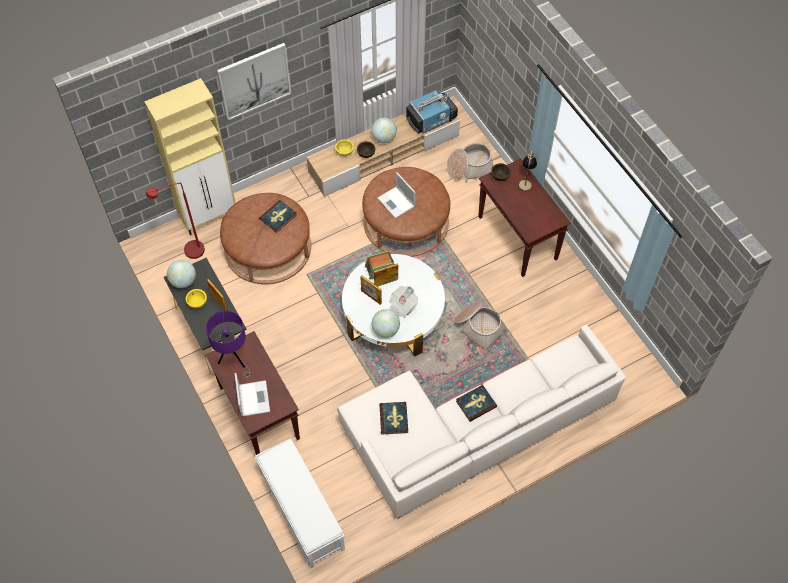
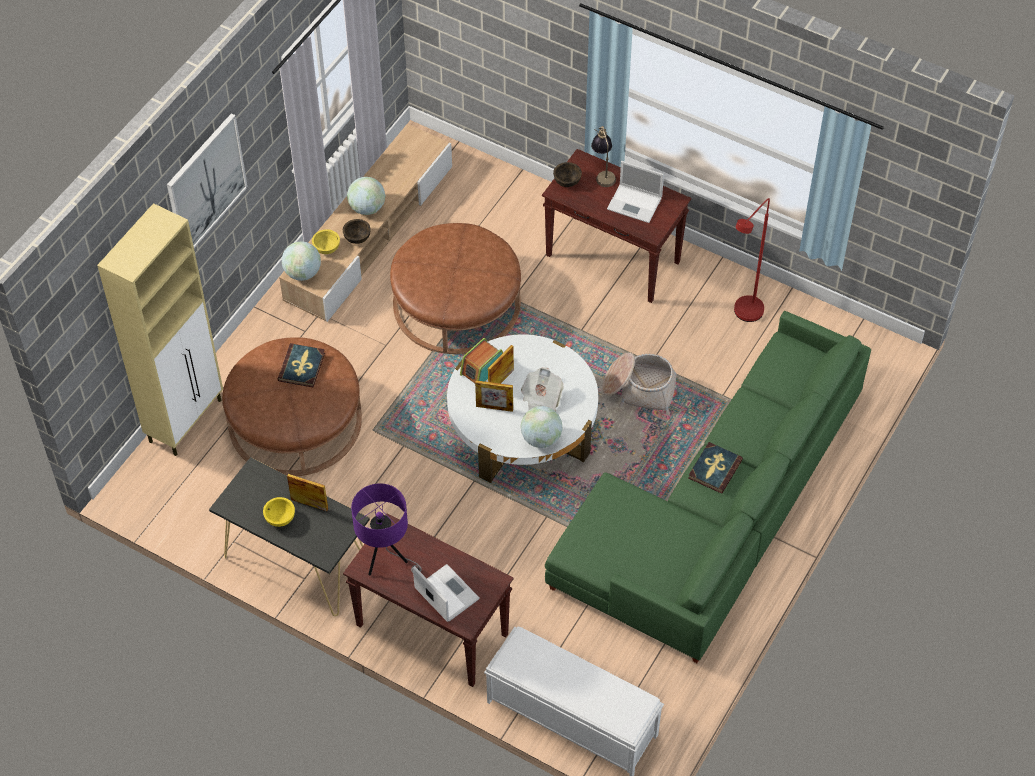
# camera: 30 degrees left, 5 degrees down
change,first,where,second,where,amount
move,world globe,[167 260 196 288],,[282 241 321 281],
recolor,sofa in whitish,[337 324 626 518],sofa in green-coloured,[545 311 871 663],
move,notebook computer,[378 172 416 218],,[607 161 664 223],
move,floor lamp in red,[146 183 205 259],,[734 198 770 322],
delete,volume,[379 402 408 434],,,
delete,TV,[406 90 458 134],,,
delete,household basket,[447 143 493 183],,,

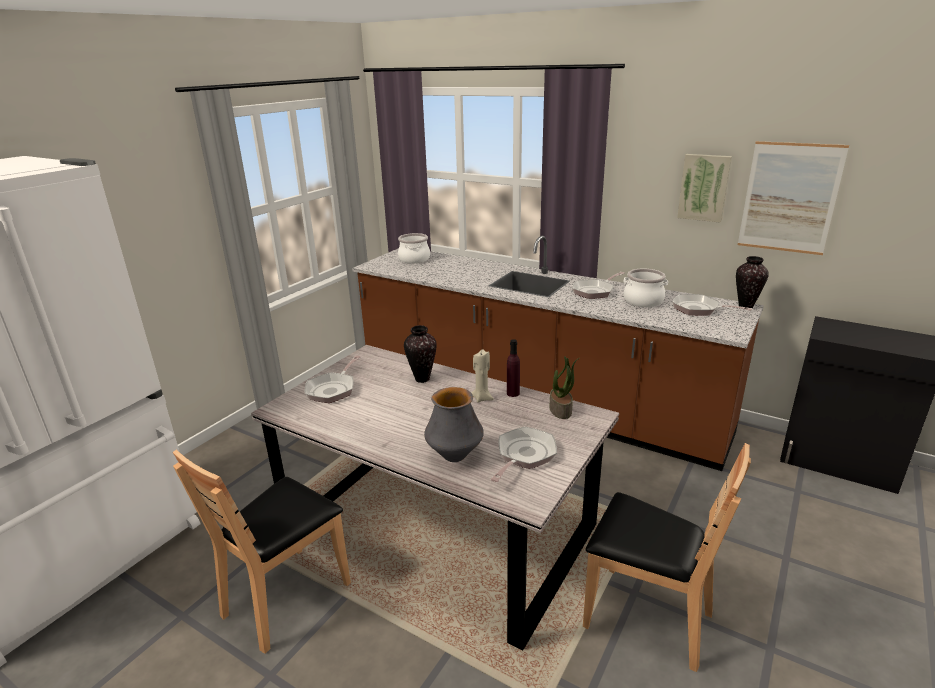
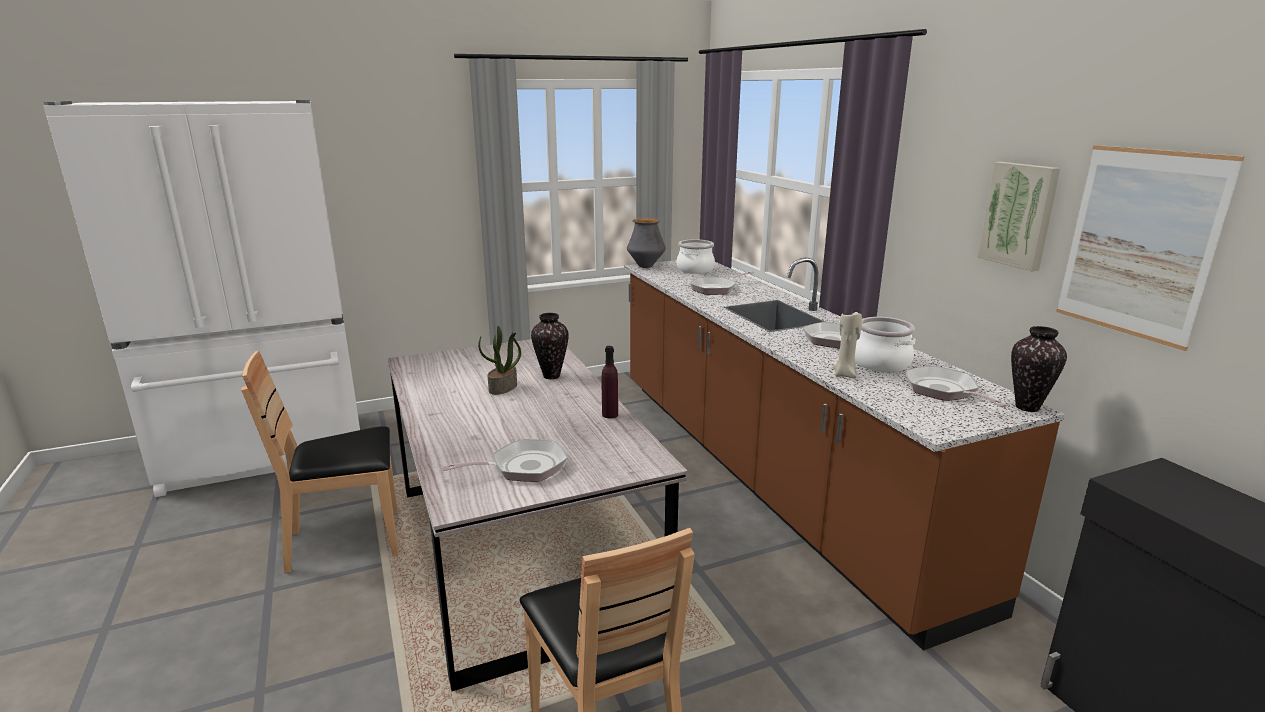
# camera: 35 degrees right, 5 degrees down
change,first,where,second,where,amount
move,potted plant,[550 356 579 419],,[478 326 521 395],
move,flower vase,[424 387 484 462],,[627 218 666 268],
move,skillet,[304 355 361 403],,[690 271 754 295],
move,wax light in beige,[471 349 494 403],,[833 312 862 378],

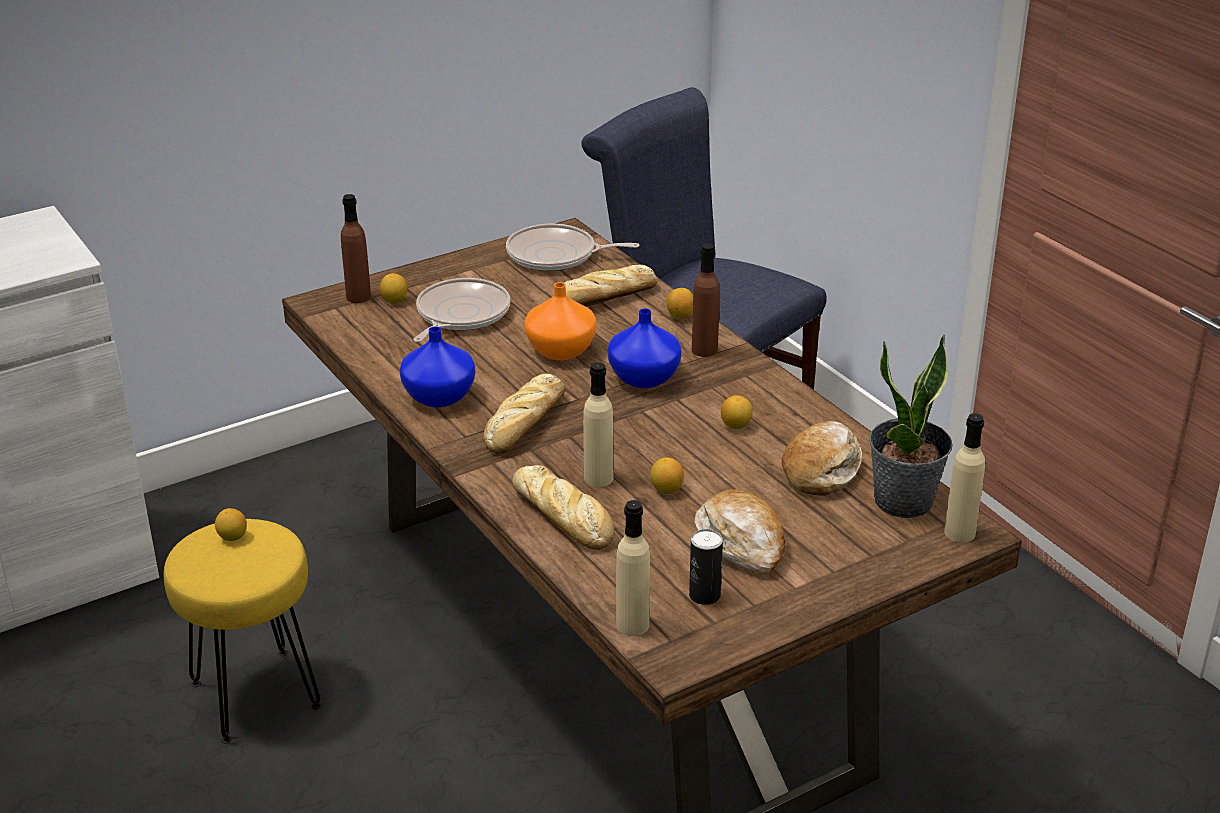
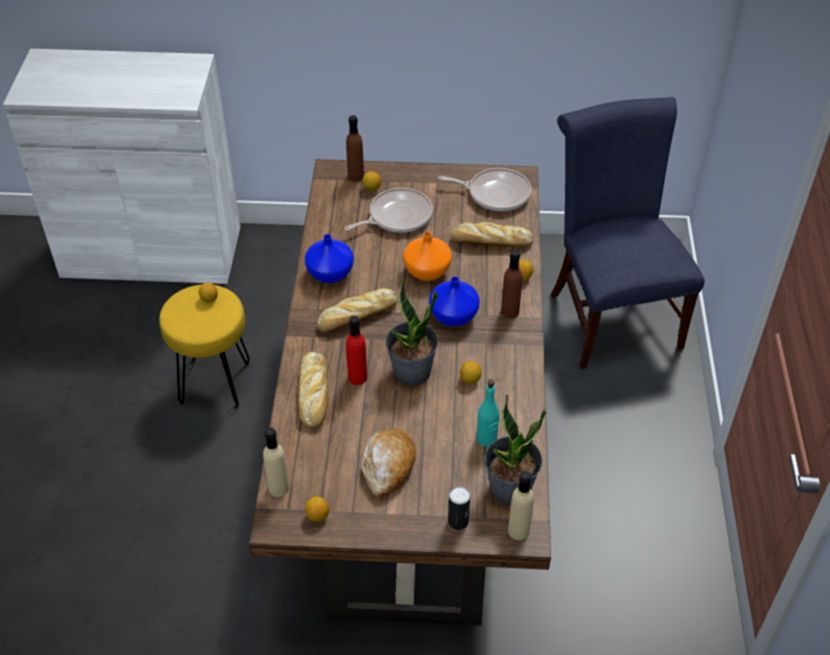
# camera: 35 degrees right, 15 degrees up
change,first,where,second,where,amount
move,citrus fruit,[650 457 684 494],,[305 496 329 522],
recolor,beverage bottle in beige,[583 362 613 487],beverage bottle in red,[346 316 367 385],
insert,,,potted plant,[385 279 438 386],
rotate,skillet,[506 224 640 271],,[439 168 531 211],150 degrees clockwise
move,can,[689 529 723 605],,[448 486 470 530],
replace,bakery bread,[782 421 862 496],beverage bottle in turquoise-coloured,[476 379 499 447],

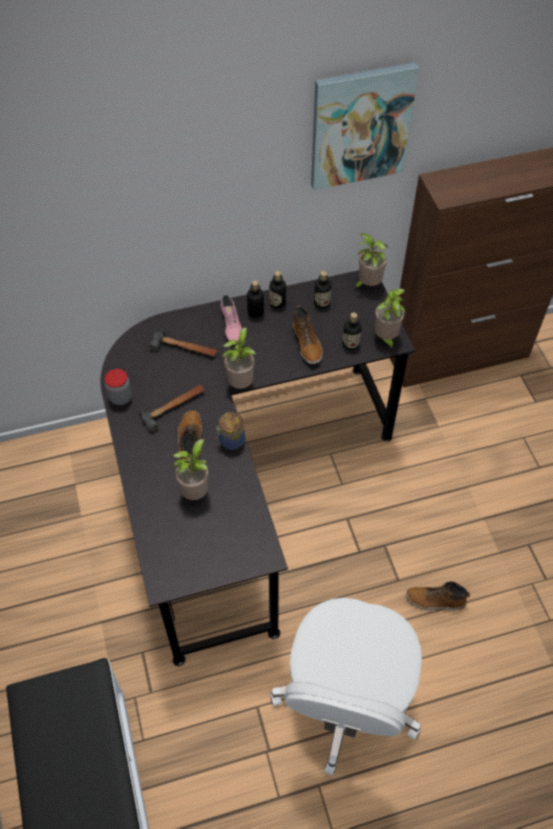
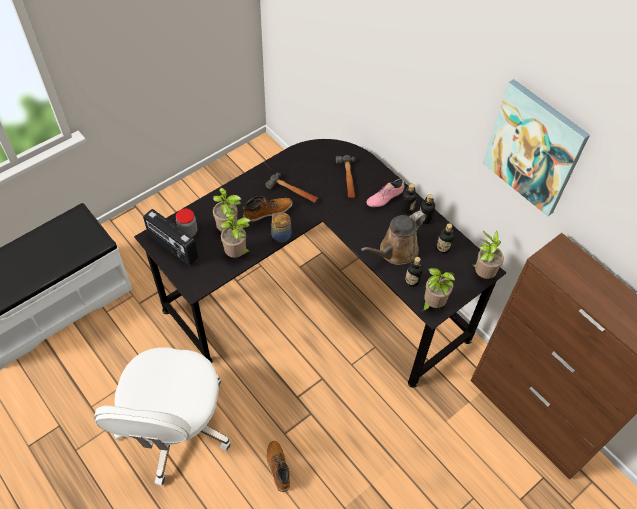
# camera: 65 degrees right, 0 degrees up
change,first,where,second,where,amount
rotate,desk chair in whitish,[270 598 422 776],,[94 347 231 486],75 degrees counterclockwise
insert,,,radio receiver,[143 209 198 266],
move,jar,[105 369 132 405],,[176 209 197 237],
move,potted plant,[223 327 256 389],,[220 213 251 258],
replace,high-top boot,[293 306 323 364],watering pot in brown,[361 211 426 265],

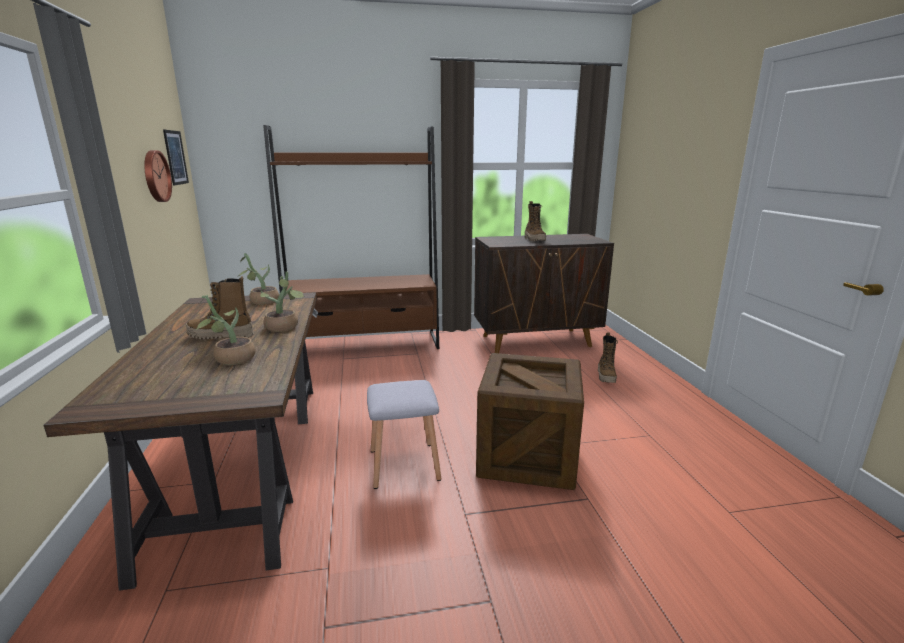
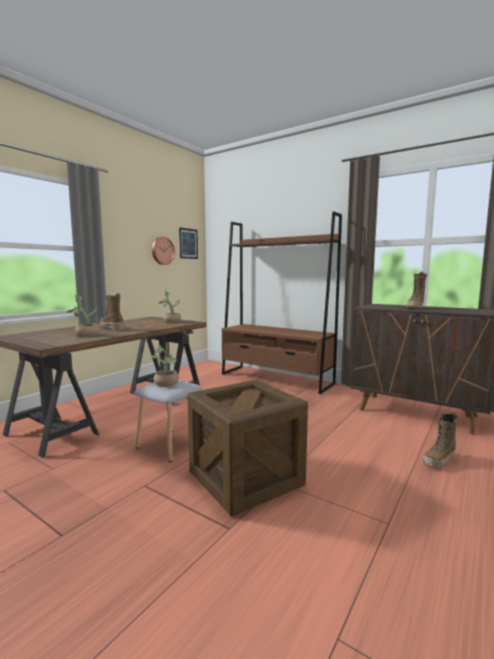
# camera: 45 degrees right, 10 degrees down
change,first,where,second,where,amount
move,potted plant,[260 272 305 332],,[151 342 179 387],

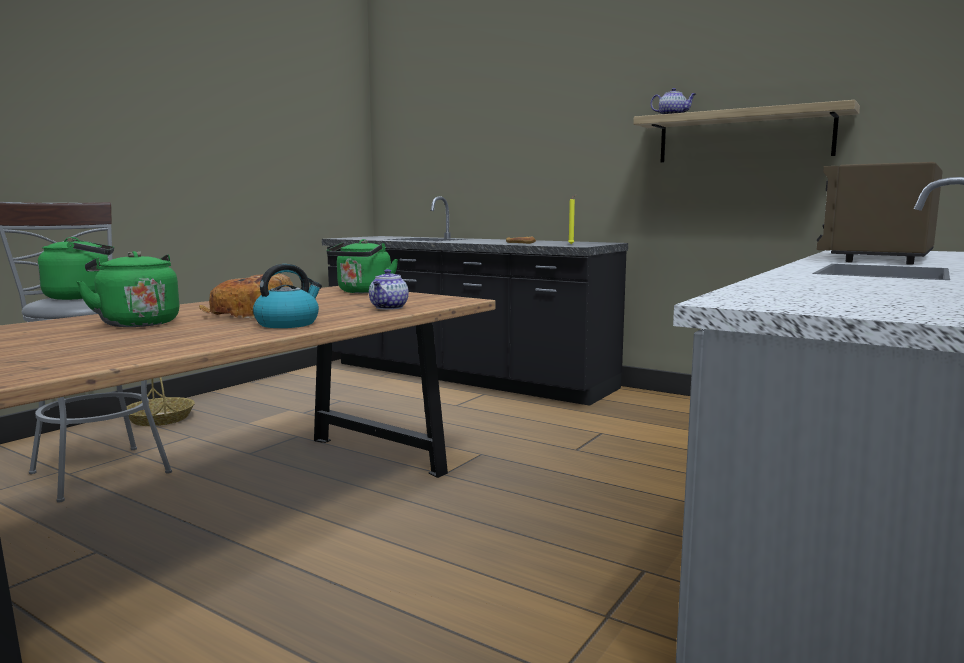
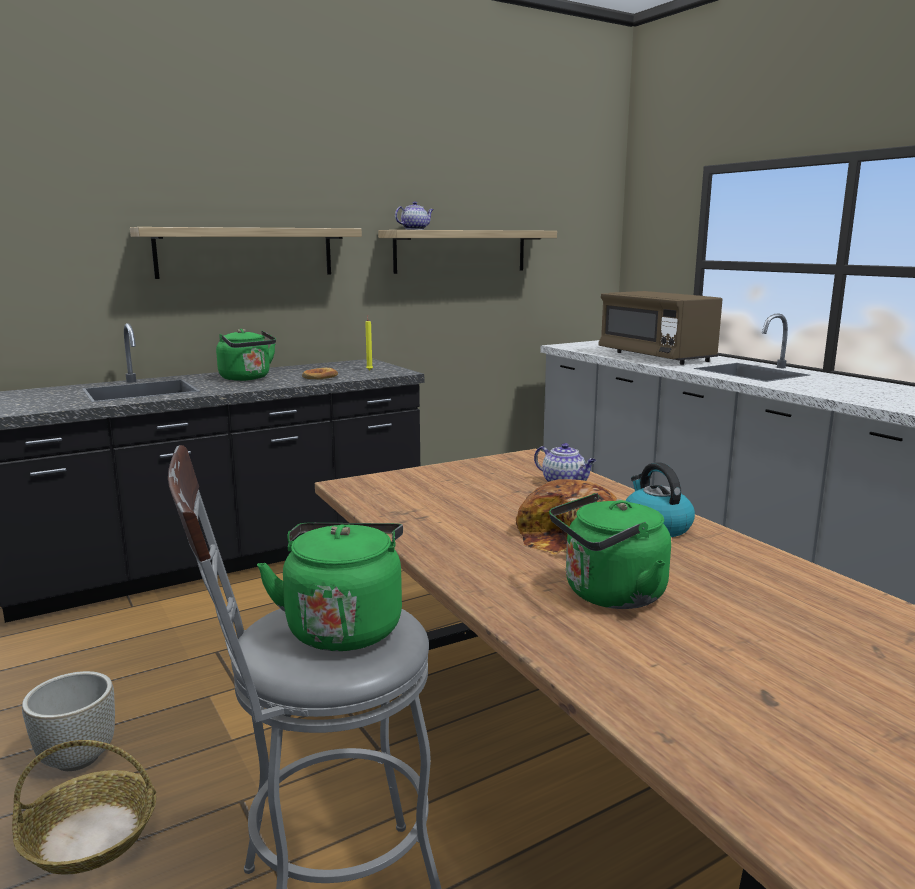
# camera: 65 degrees left, 5 degrees up
change,first,where,second,where,amount
insert,,,flower pot in gray,[22 671 115 771],
insert,,,wall shelf,[130 227 362 279],
move,tea kettle in green-coloured,[326 239 398 293],,[216 329 276 381],

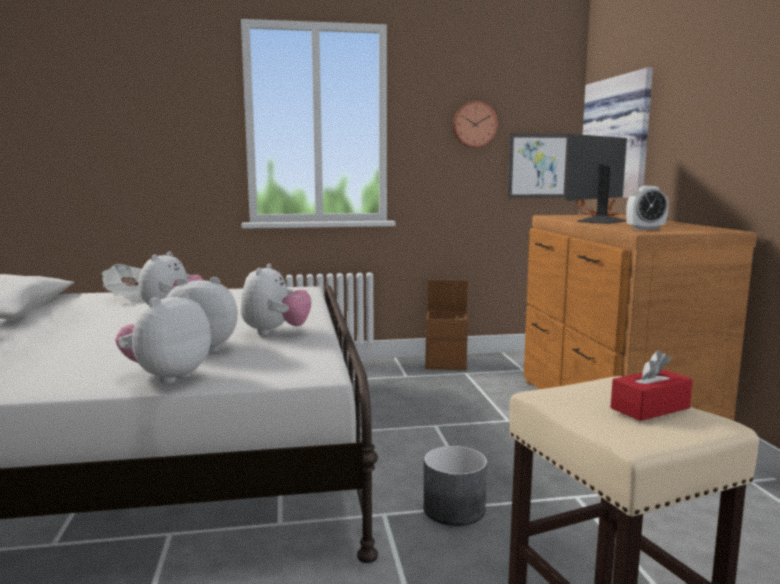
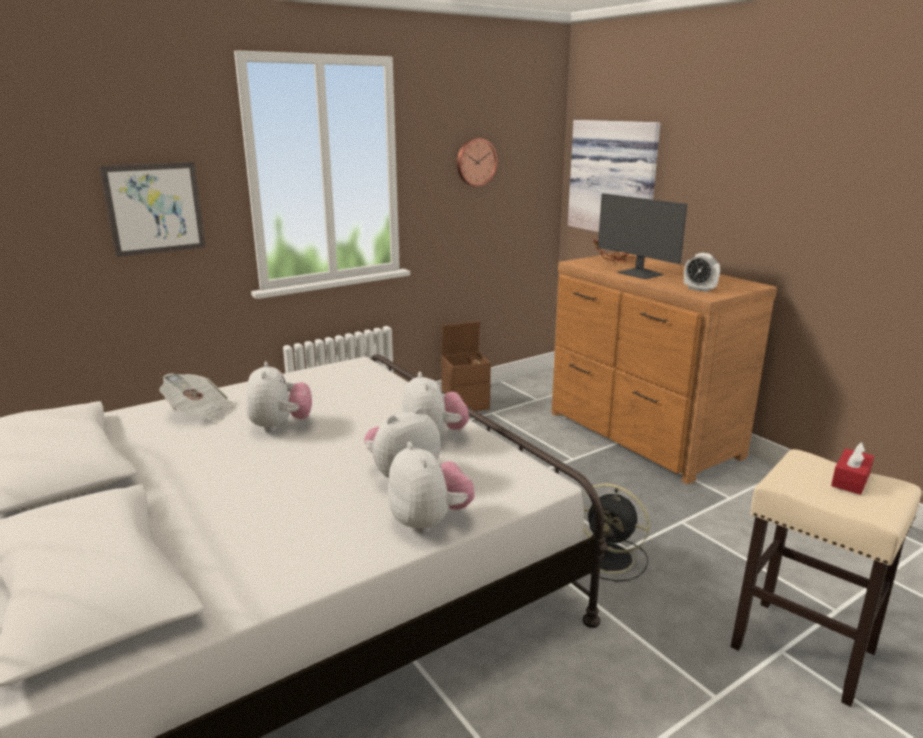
# camera: 25 degrees left, 10 degrees up
change,first,where,second,where,amount
move,picture,[507 133 569 198],,[100 162 205 257],
rotate,cuddly toy,[115 291 211 384],,[388 442 475 534],150 degrees clockwise
replace,flower pot in gray,[424 446 487 526],electric fan in black-coloured,[582 483 650 582],
rotate,computer screen,[565 134 627 224],,[598 193 687 279],60 degrees counterclockwise
rotate,alarm clock,[626 186 669 230],,[684 253 720 292],75 degrees clockwise

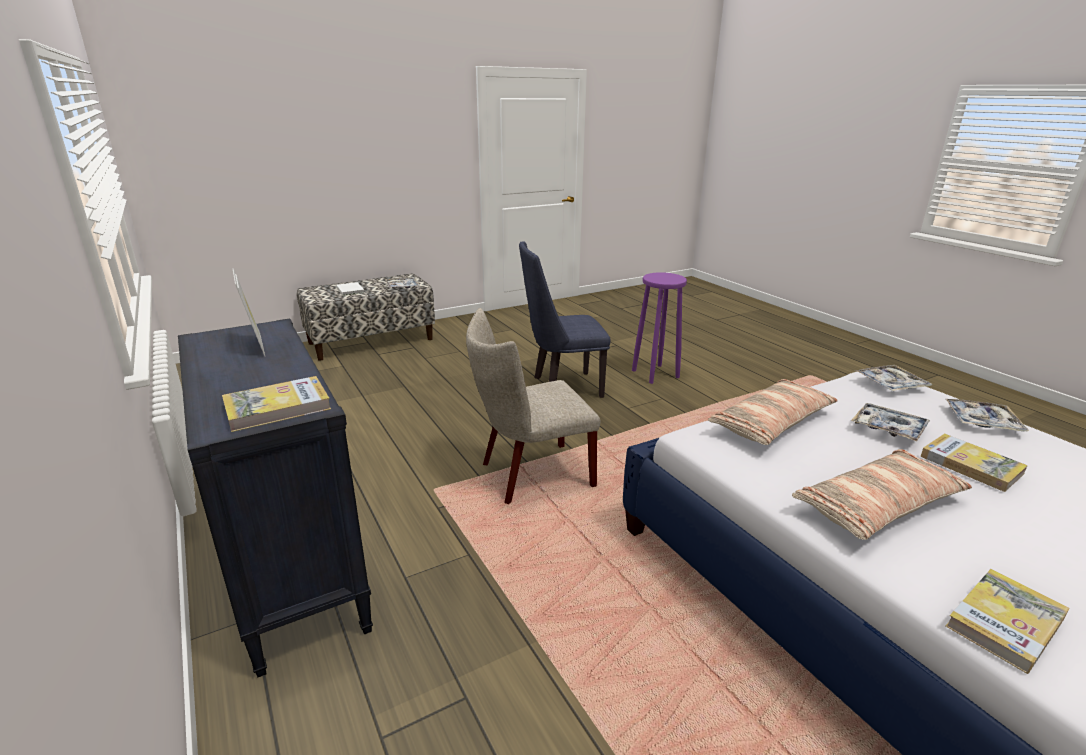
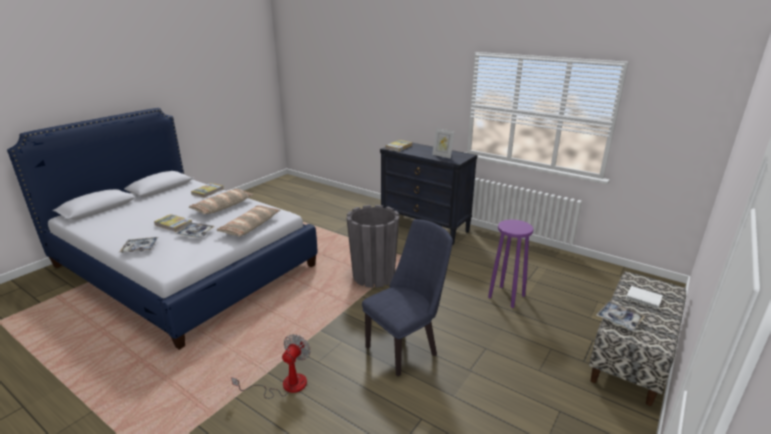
# camera: 155 degrees right, 0 degrees up
change,first,where,second,where,amount
insert,,,electric fan,[231 334 311 399],
replace,upright chair in beige,[466 308 600 504],flower pot in gray,[346 205 399 288],
move,sitting stool in purple-coloured,[632 272 687 384],,[488 219 533 308],
delete,tray,[856 365 932 391],,,

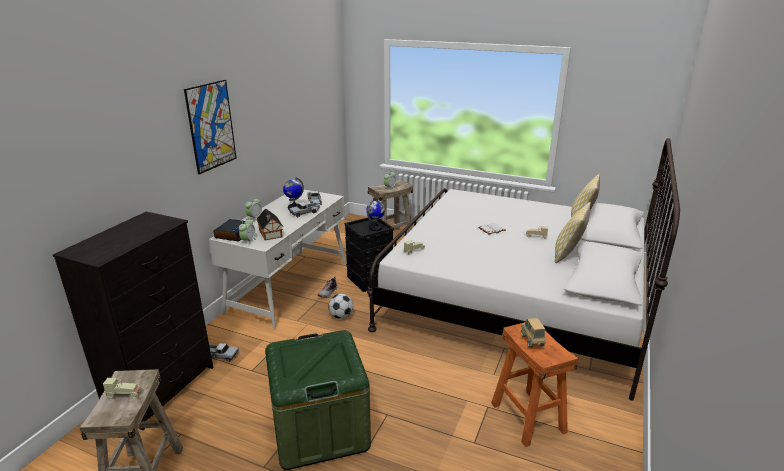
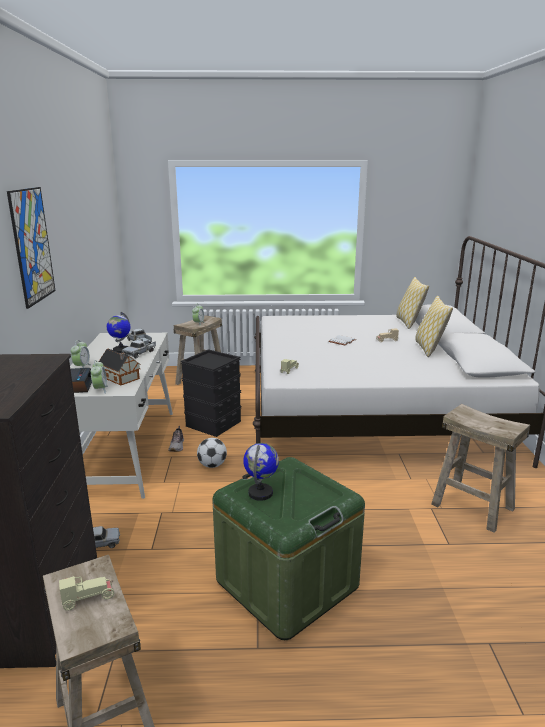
# camera: 25 degrees left, 5 degrees down
change,first,where,second,where,amount
move,world globe,[366 200 385 231],,[243 443 279 501],
recolor,sitting stool in orange,[491 322 578 447],sitting stool in beige,[431 404 530 533],
delete,model truck,[521 318 546 348],,,

